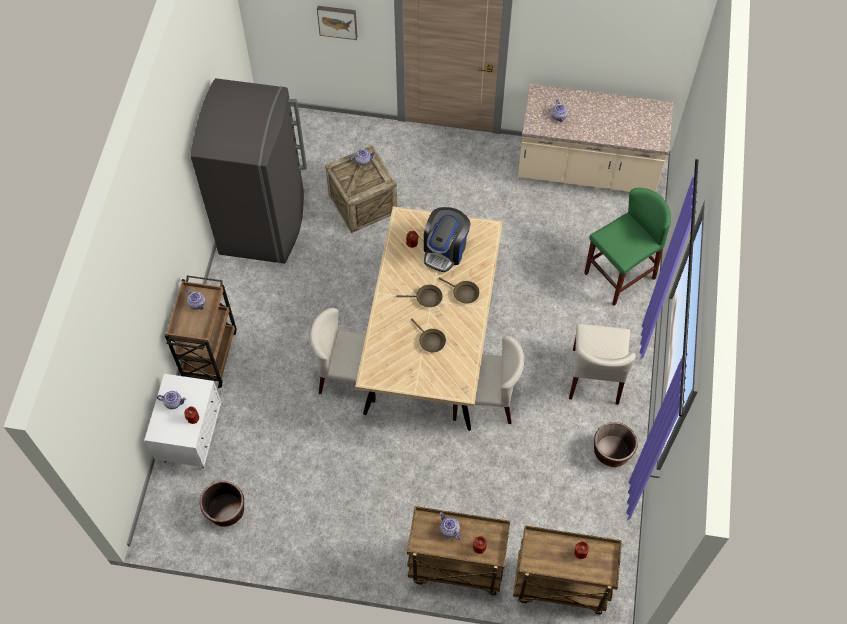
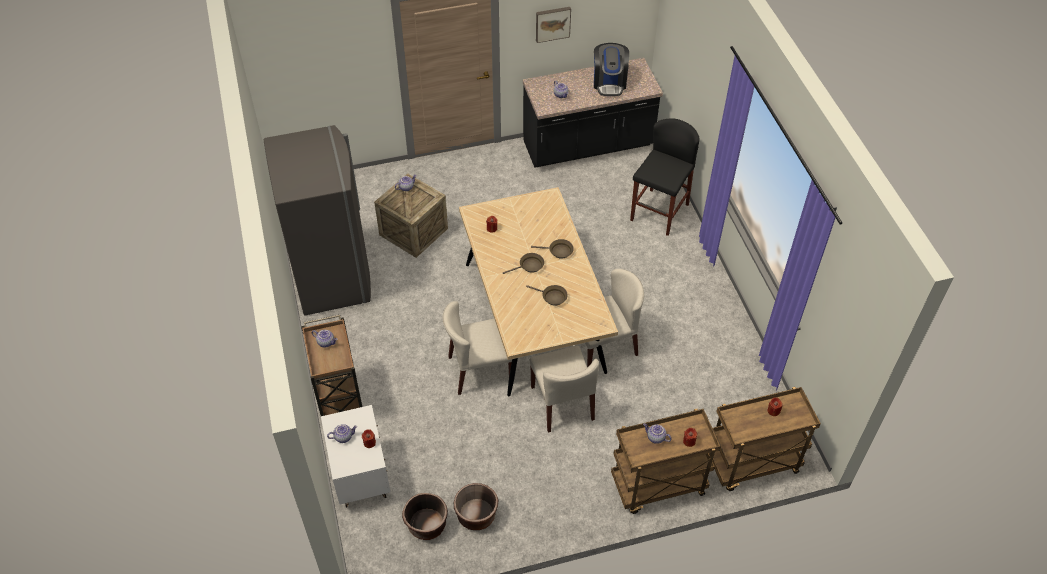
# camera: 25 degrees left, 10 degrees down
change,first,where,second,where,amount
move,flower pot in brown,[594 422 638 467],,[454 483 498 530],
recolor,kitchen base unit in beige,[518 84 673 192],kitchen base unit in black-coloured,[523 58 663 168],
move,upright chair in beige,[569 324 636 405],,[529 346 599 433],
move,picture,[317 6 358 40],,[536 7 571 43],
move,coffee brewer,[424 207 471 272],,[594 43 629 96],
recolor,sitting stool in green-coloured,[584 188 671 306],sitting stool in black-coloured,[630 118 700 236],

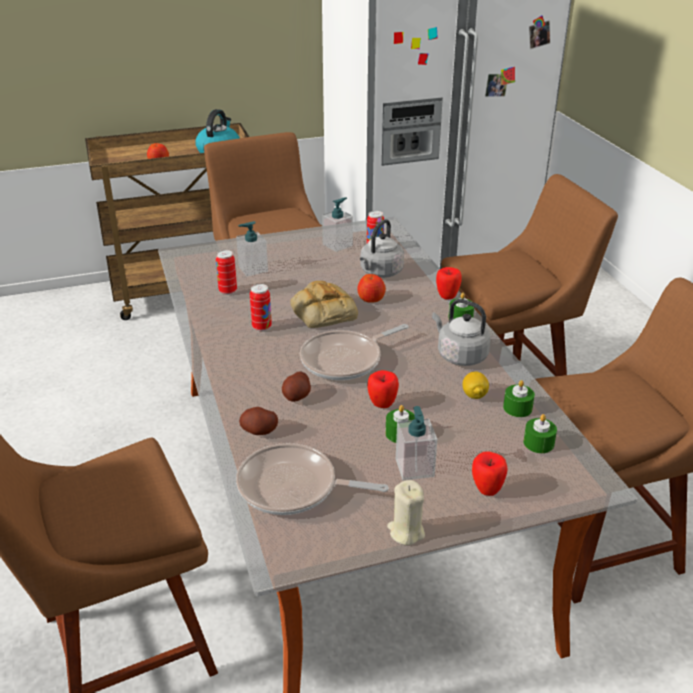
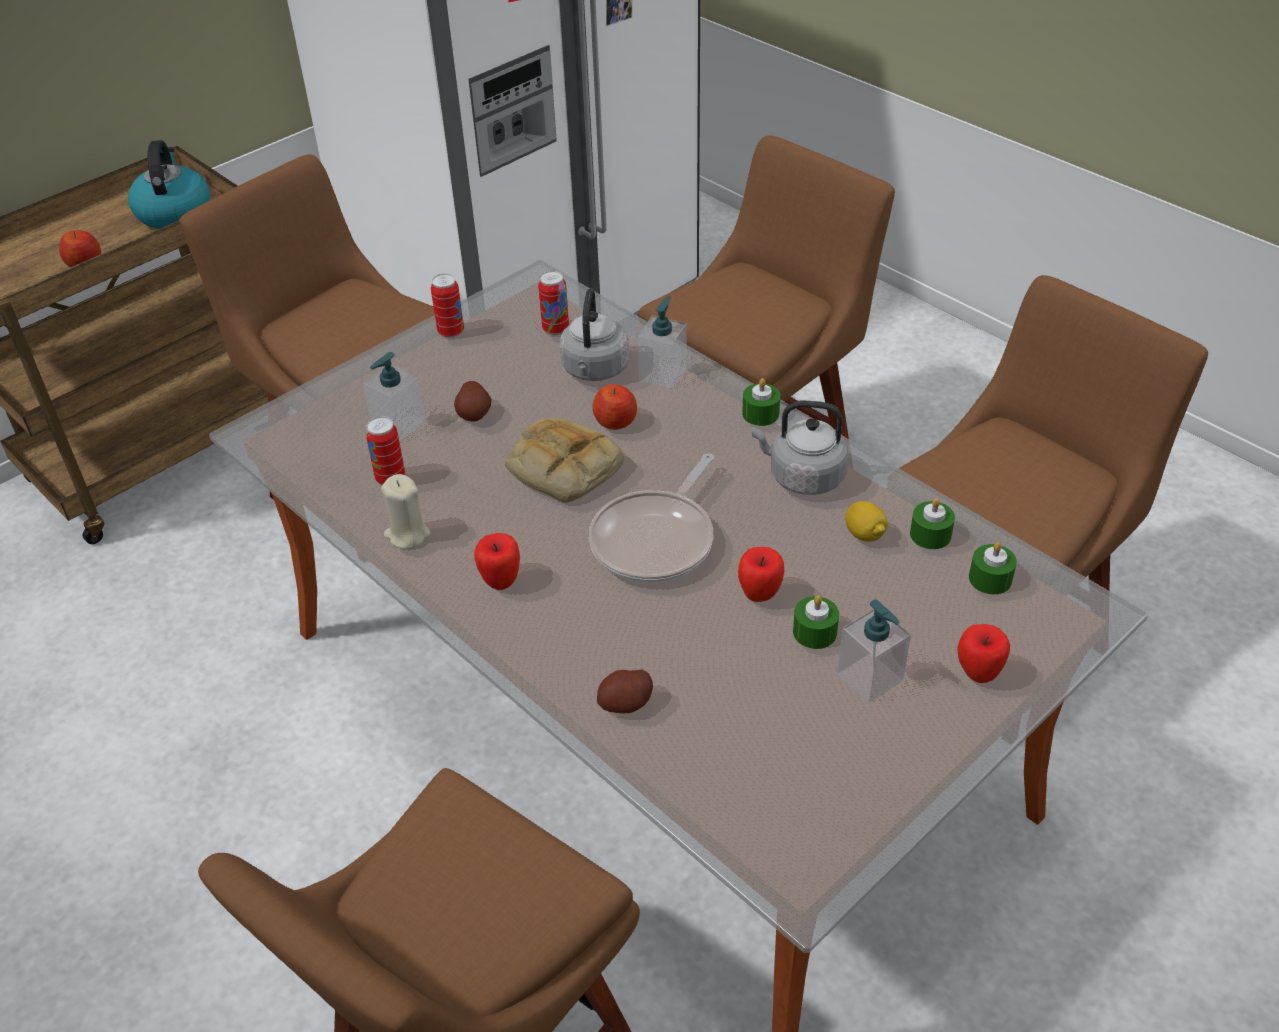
# camera: 25 degrees left, 10 degrees up
change,first,where,second,where,amount
move,wax light in beige,[387 480 425 545],,[381 474 430 549],
move,can,[250 284 272 331],,[431 274 464 338],
move,potato,[282 372 311 402],,[454 381 492 421],
move,apple fruit,[436 267 462 300],,[475 533 520 590],
move,soap bottle,[322 197 353 252],,[637 296 687 389],
delete,skillet,[236 443 389 515],,,

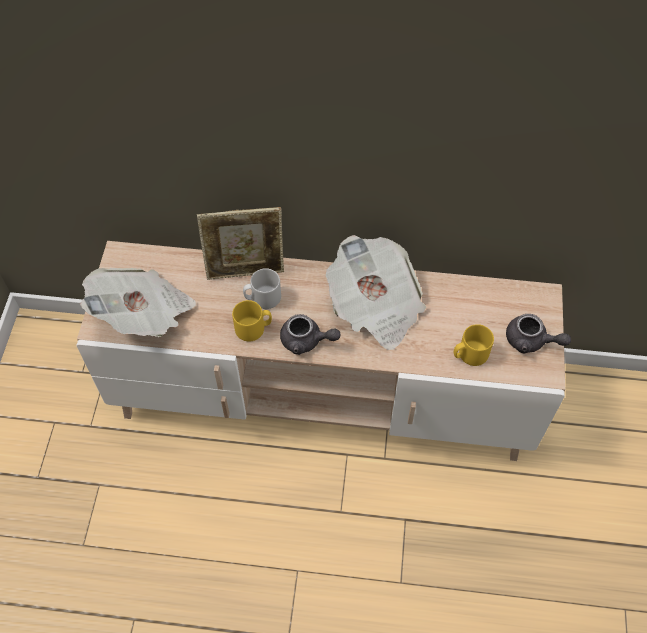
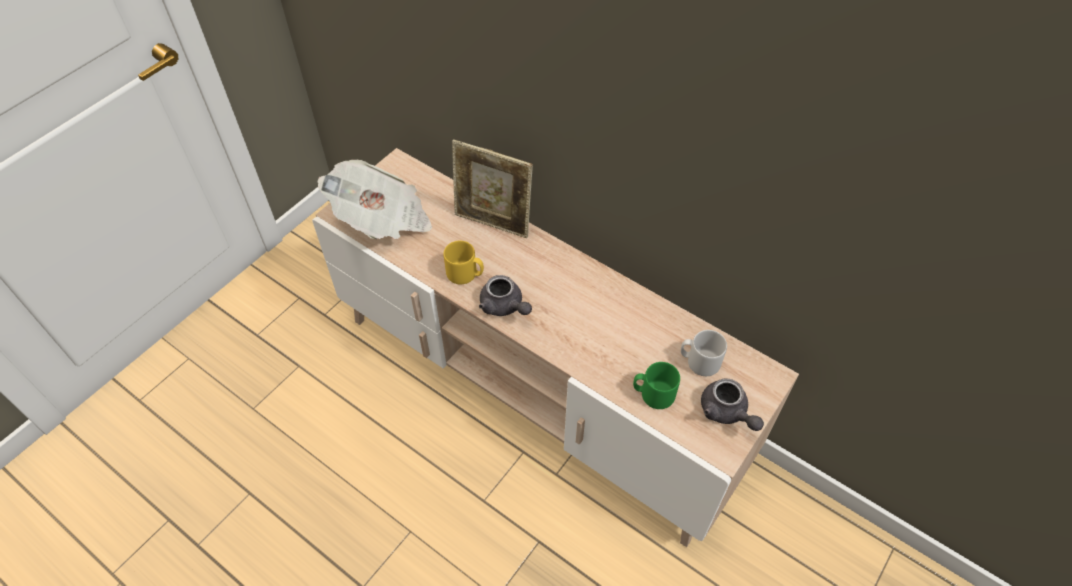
# camera: 30 degrees right, 5 degrees down
change,first,where,second,where,amount
recolor,coffee mug in yellowish,[454 324 494 366],coffee mug in green-coloured,[633 362 680 409],
move,coffee mug in gray,[243 268 281 309],,[681 330 727 376],
delete,printed paper,[326 235 426 350],,,

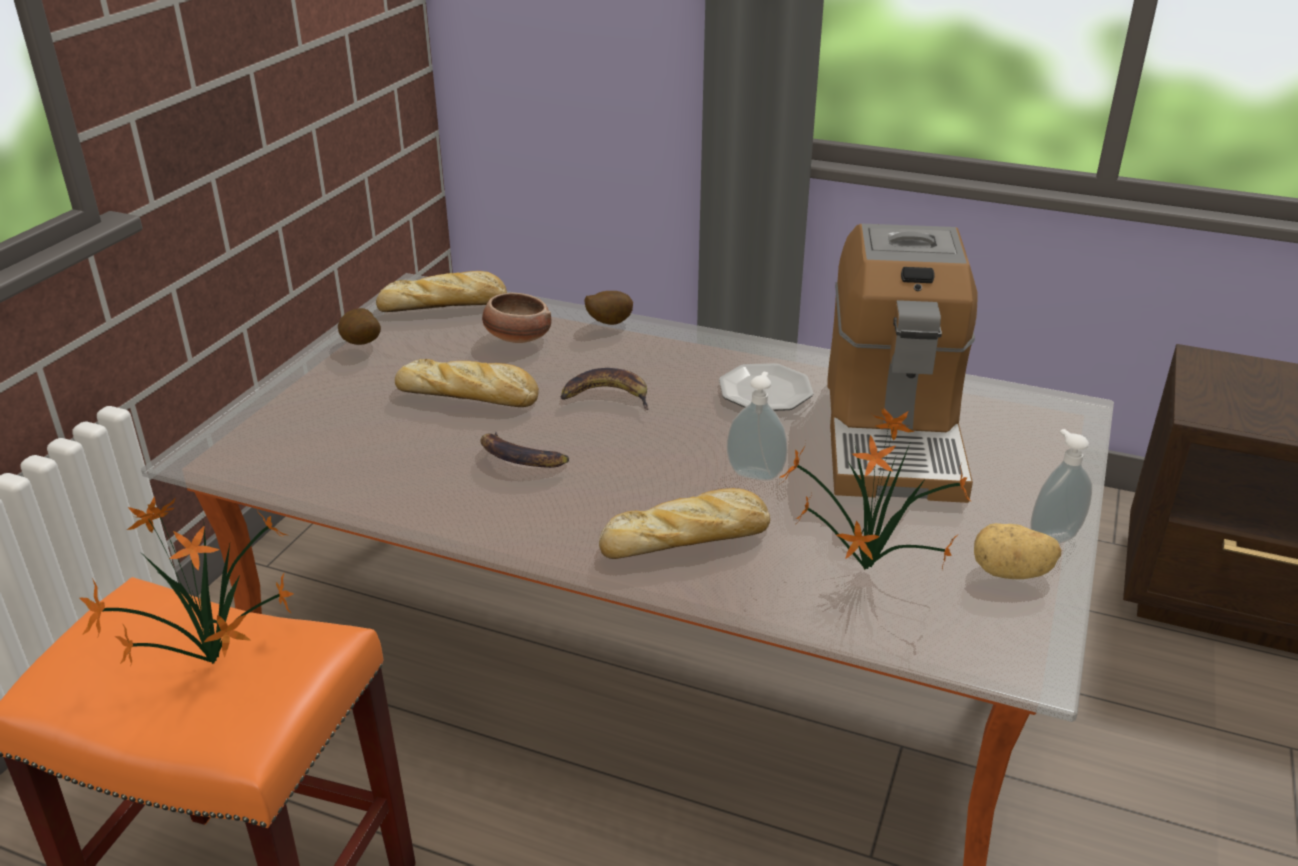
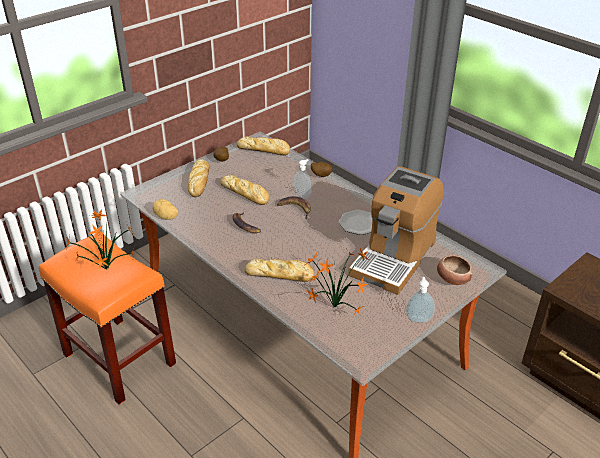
# camera: 25 degrees right, 5 degrees up
change,first,where,second,where,amount
move,potato,[974 523 1062 579],,[153 199 178 220],
insert,,,bakery bread,[188 159 210 197],
move,soap bottle,[727 371 787 481],,[294 159 312 199],
move,deep dish,[482 293 551 343],,[437 255 473 285],

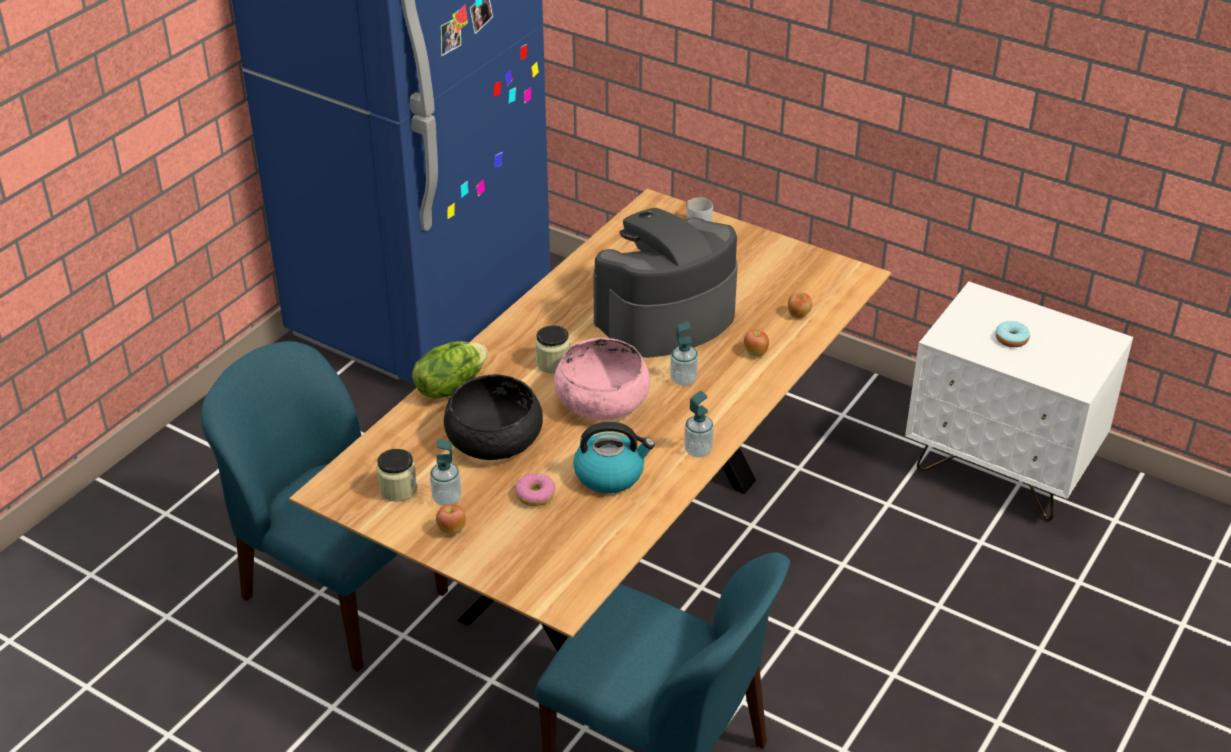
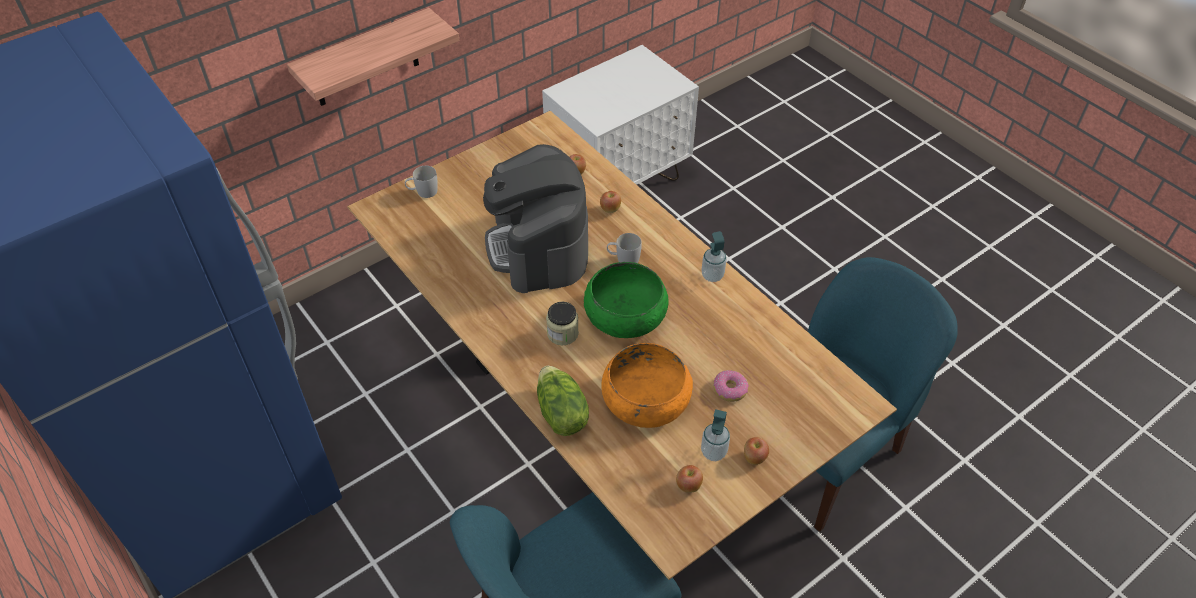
# camera: 70 degrees left, 10 degrees up
change,first,where,second,where,amount
insert,,,wall shelf,[287 8 460 106],
recolor,deep dish in pink-coloured,[554 338 650 420],deep dish in green-coloured,[584 262 669 338],
recolor,deep dish in black-coloured,[444 374 543 460],deep dish in orange,[601 343 693 428],
replace,soap bottle,[670 322 698 386],coffee mug in whitish,[607 233 642 263],
replace,jar,[377 449 417 502],apple fruit,[676 465 703 493],
delete,tea kettle,[573 422 655 494],,,
delete,doughnut,[995 321 1030 347],,,

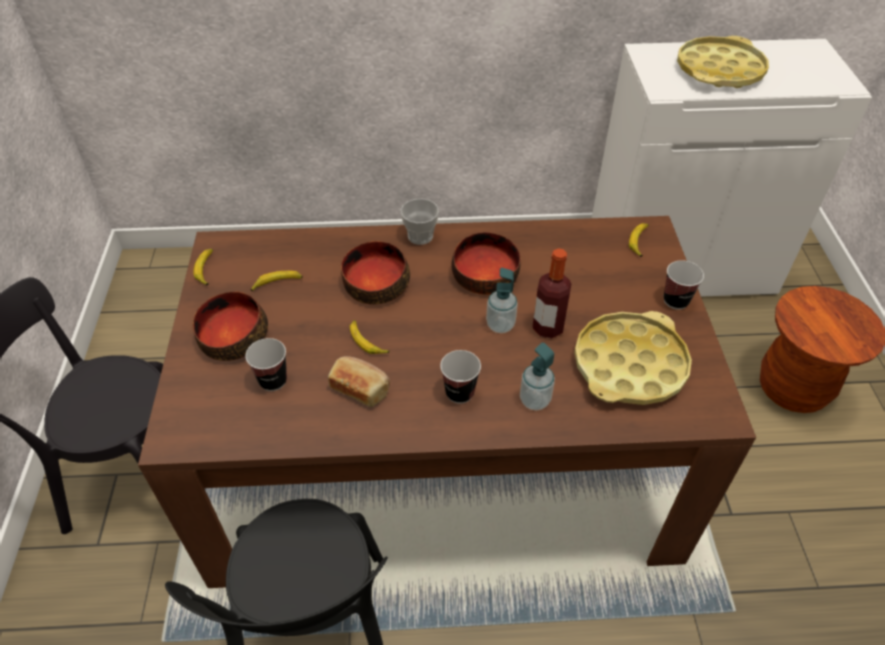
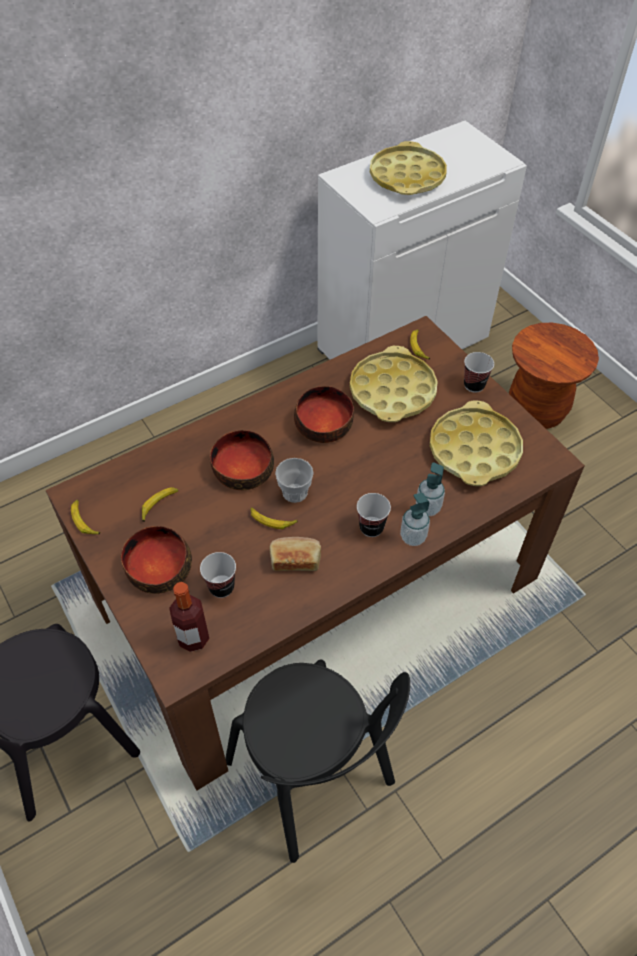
# camera: 30 degrees left, 5 degrees up
change,first,where,second,where,amount
move,beverage bottle,[532 249 571 338],,[169 582 210 652],
move,small cup,[400 199 439 245],,[275 458 314 503],
insert,,,tray in yellowish,[350 346 438 422],
move,soap bottle,[486 268 518 333],,[400 493 430 546],

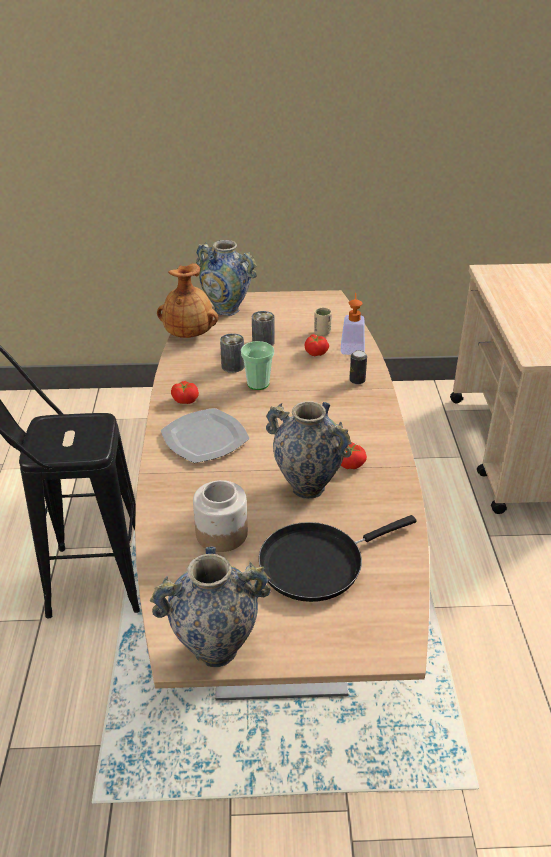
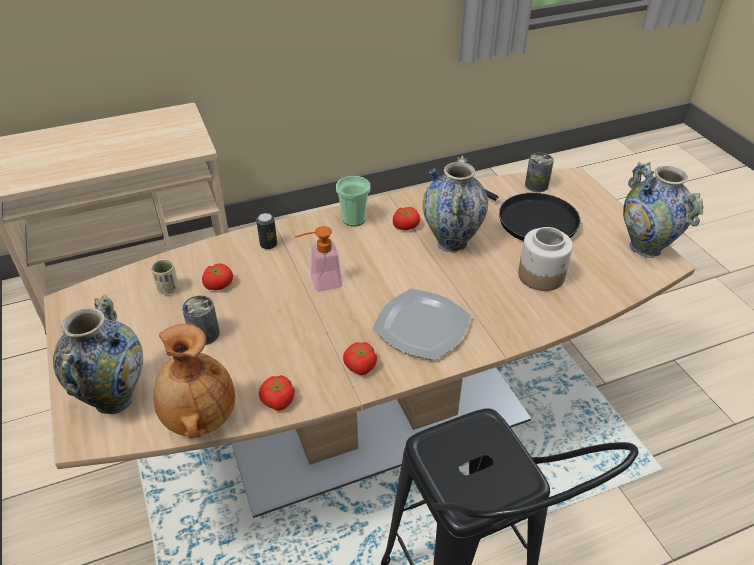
# camera: 110 degrees left, 5 degrees up
change,first,where,second,where,amount
insert,,,whole tomato,[259 375 295 411],
move,soap bottle,[341 293 365 355],,[295 226 343 292],
move,small cup,[241 341 274 390],,[336 176 370 226],
move,can,[220 333 245 373],,[525 153 554 192],

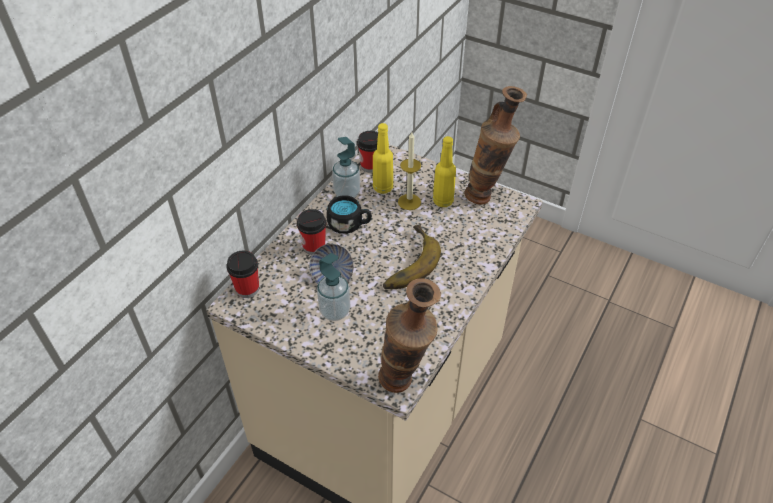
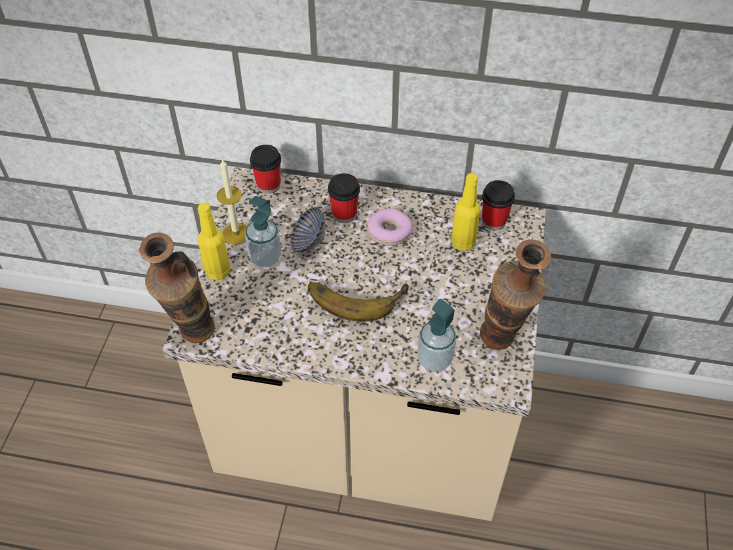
# camera: 70 degrees right, 5 degrees up
change,first,where,second,where,amount
move,beverage bottle in yellowish,[433 136 456 207],,[198 202 230 280],
move,wax light,[398 132 421 210],,[217 159 247 245],
replace,coffee mug in black-coloured,[327 195 372 234],doughnut,[367 208 413 246],
move,soap bottle,[332 137 360 198],,[417 299 456 372],

